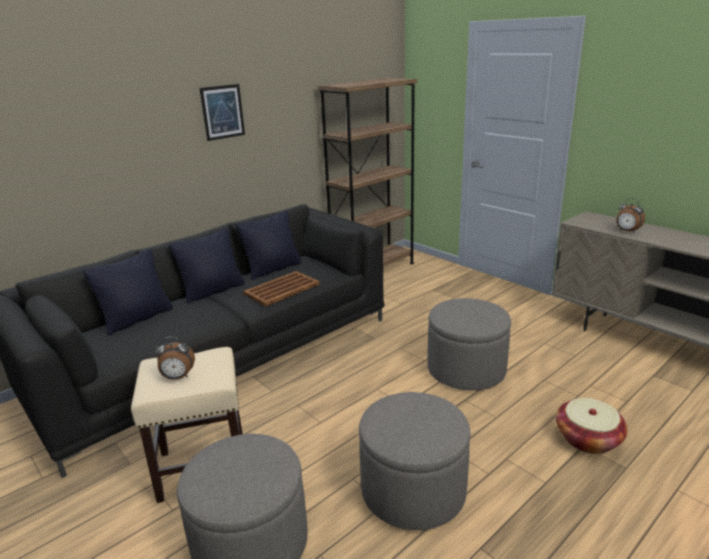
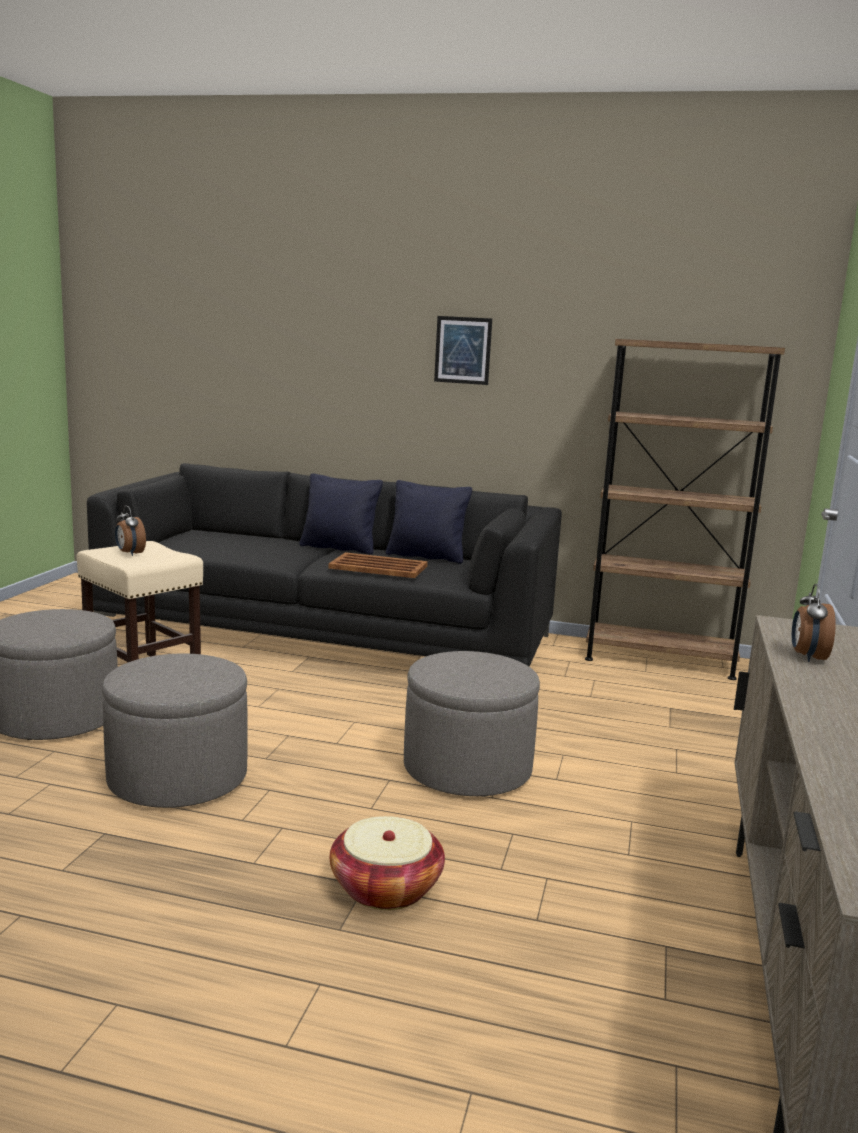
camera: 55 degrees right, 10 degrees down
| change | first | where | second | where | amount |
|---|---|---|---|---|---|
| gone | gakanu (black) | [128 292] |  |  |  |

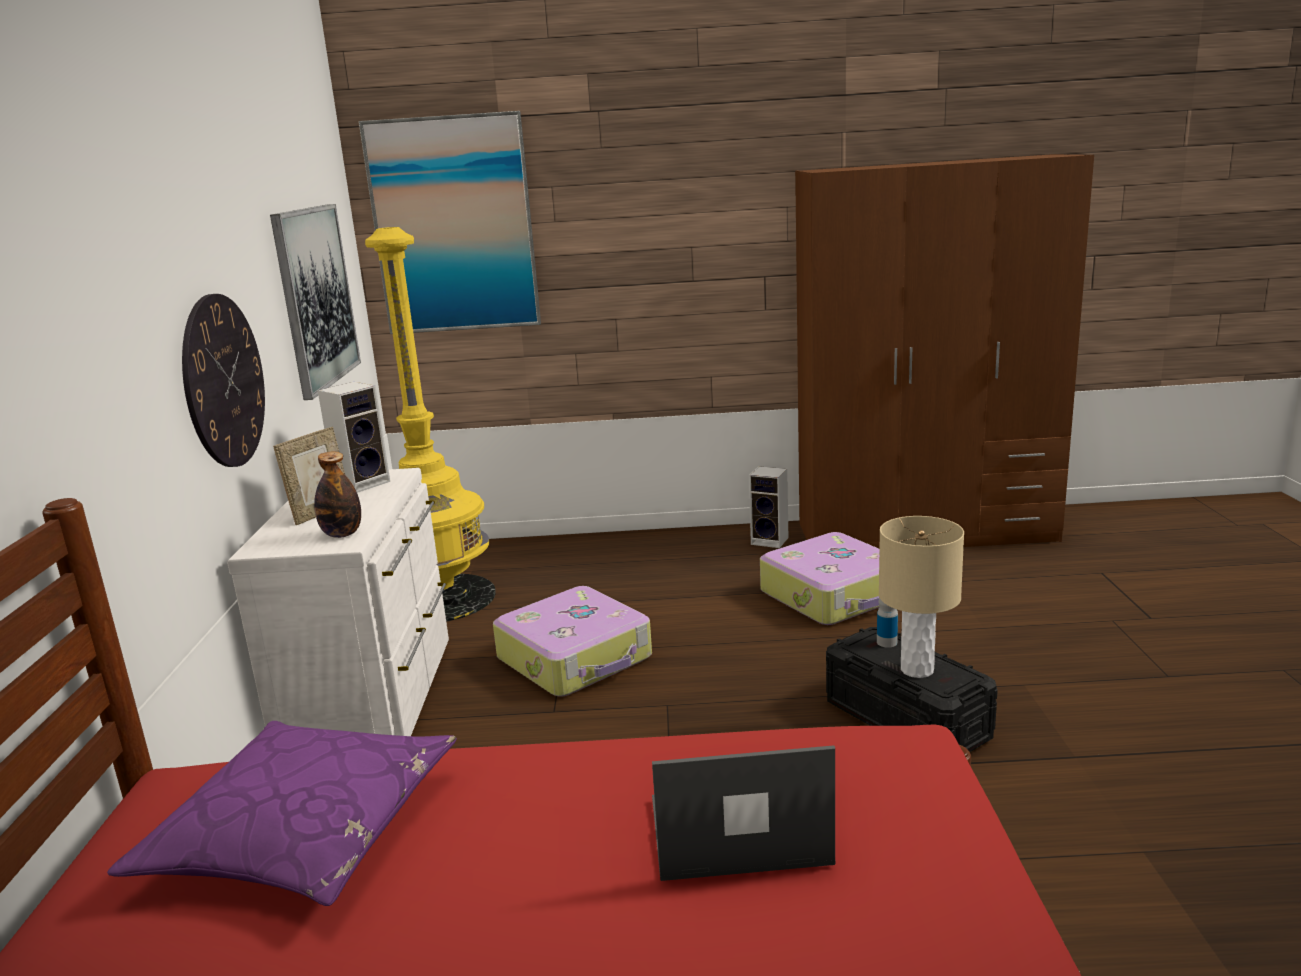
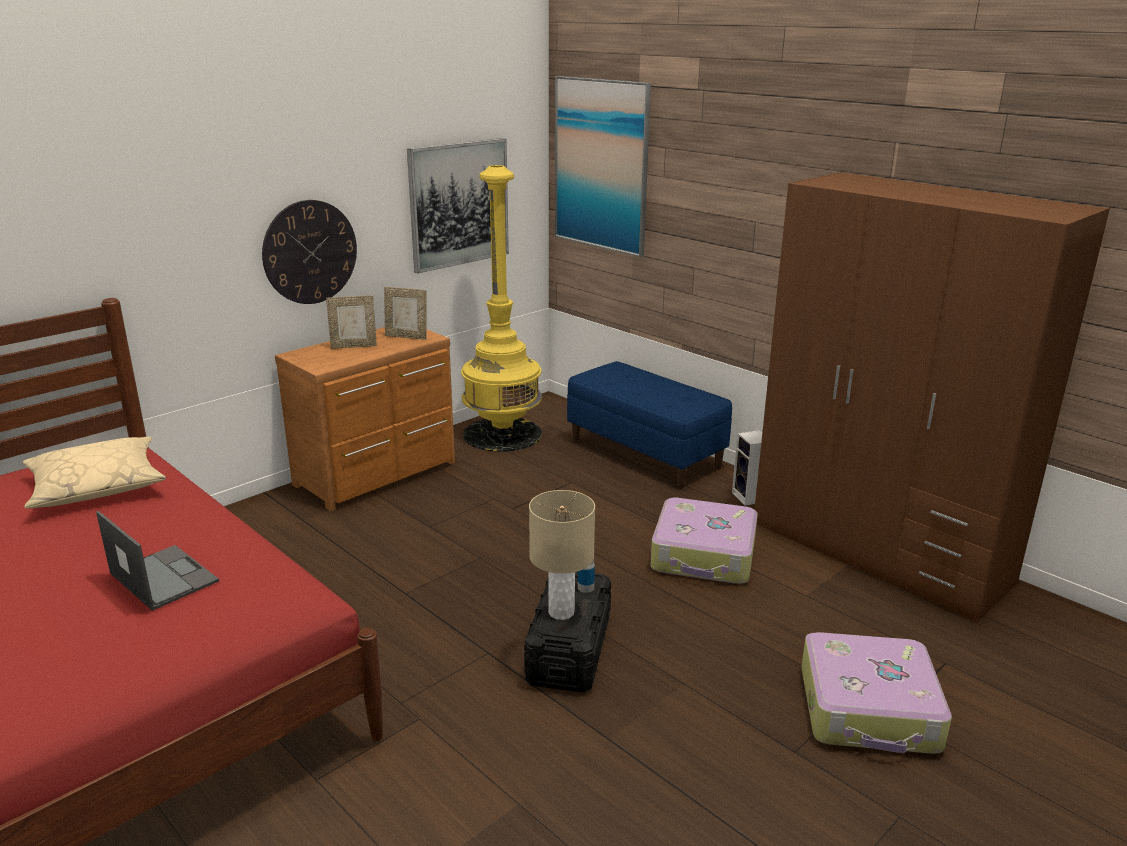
camera: 45 degrees right, 5 degrees up
| change | first | where | second | where | amount |
|---|---|---|---|---|---|
| repainted | gakanu (purple) | [282 813] | gakanu (beige) | [94 473] |  |
| repainted | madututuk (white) | [338 602] | madututuk (brown) | [365 419] |  |
| swapped | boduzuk | [354 437] | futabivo | [405 313] |  |
| new |  |  | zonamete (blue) | [649 425] |  |
| shifted | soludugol | [572 641] |  | [876 693] |  |
| gone | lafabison | [337 495] |  |  |  |

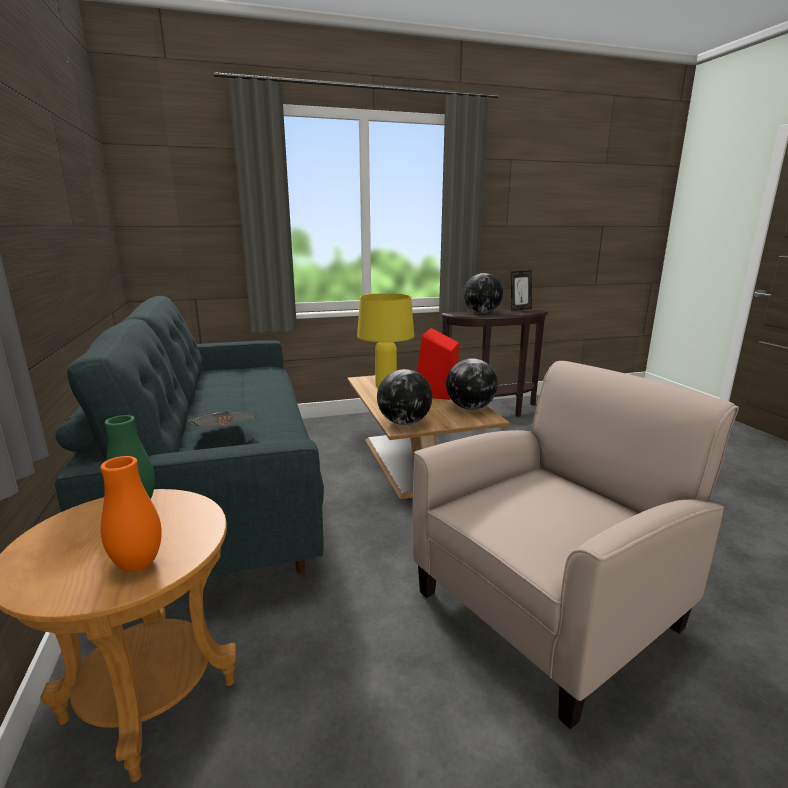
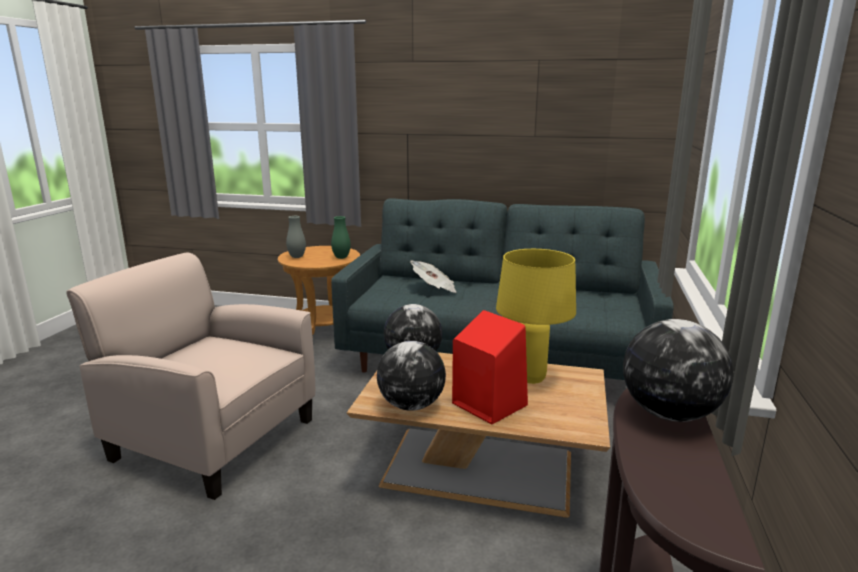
camera: 120 degrees right, 0 degrees up
| change | first | where | second | where | amount |
|---|---|---|---|---|---|
| rotated | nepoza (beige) | [576 545] |  | [190 376] | 120 degrees clockwise |
| repainted | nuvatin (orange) | [131 513] | nuvatin (grey) | [296 237] |  |
| gone | futabivo | [521 290] |  |  |  |

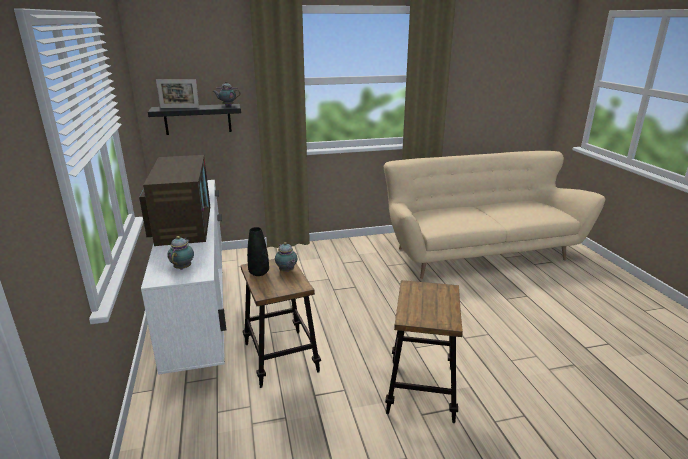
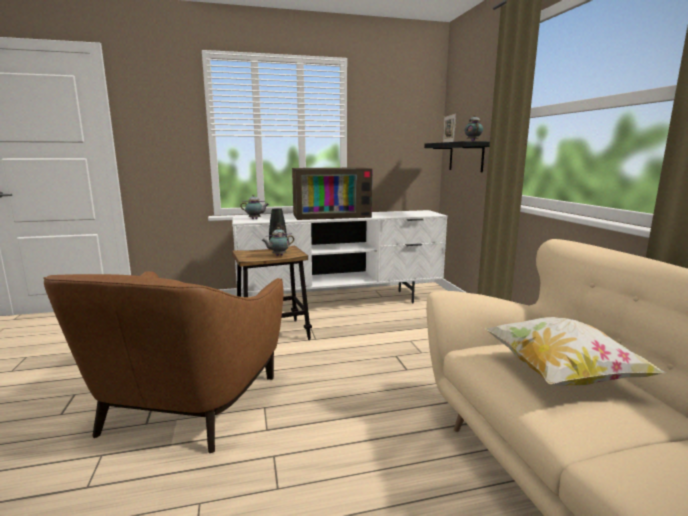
camera: 90 degrees right, 10 degrees down
| change | first | where | second | where | amount |
|---|---|---|---|---|---|
| swapped | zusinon | [424 351] | nepoza (brown) | [163 362] |  |
| new |  |  | gakanu | [575 351] |  |

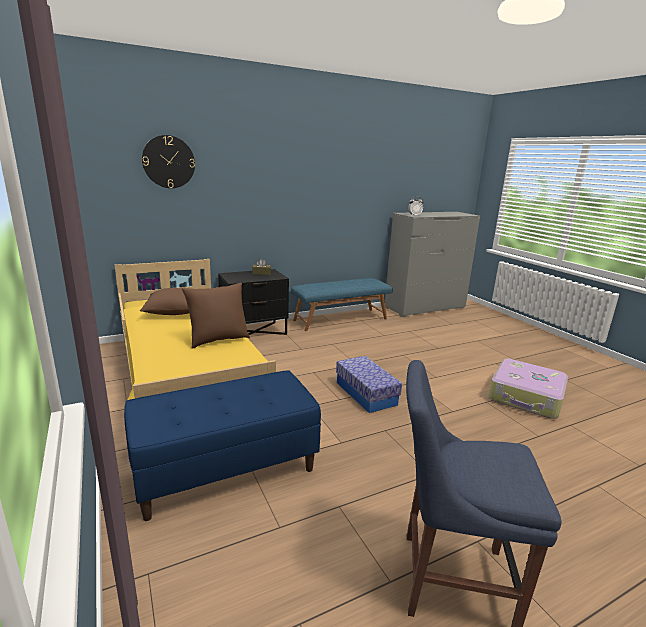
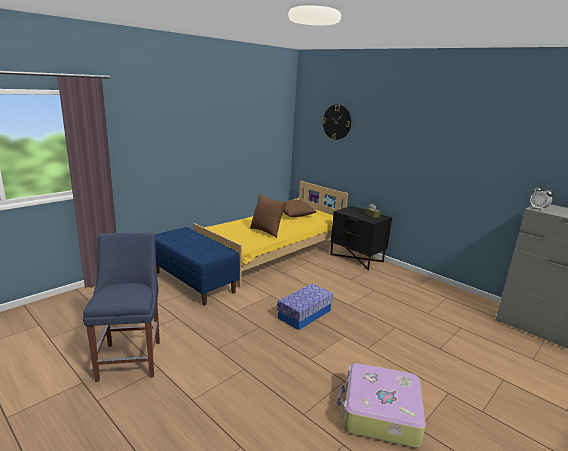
camera: 70 degrees right, 0 degrees up
| change | first | where | second | where | amount |
|---|---|---|---|---|---|
| gone | zonamete (blue) | [342 304] |  |  |  |

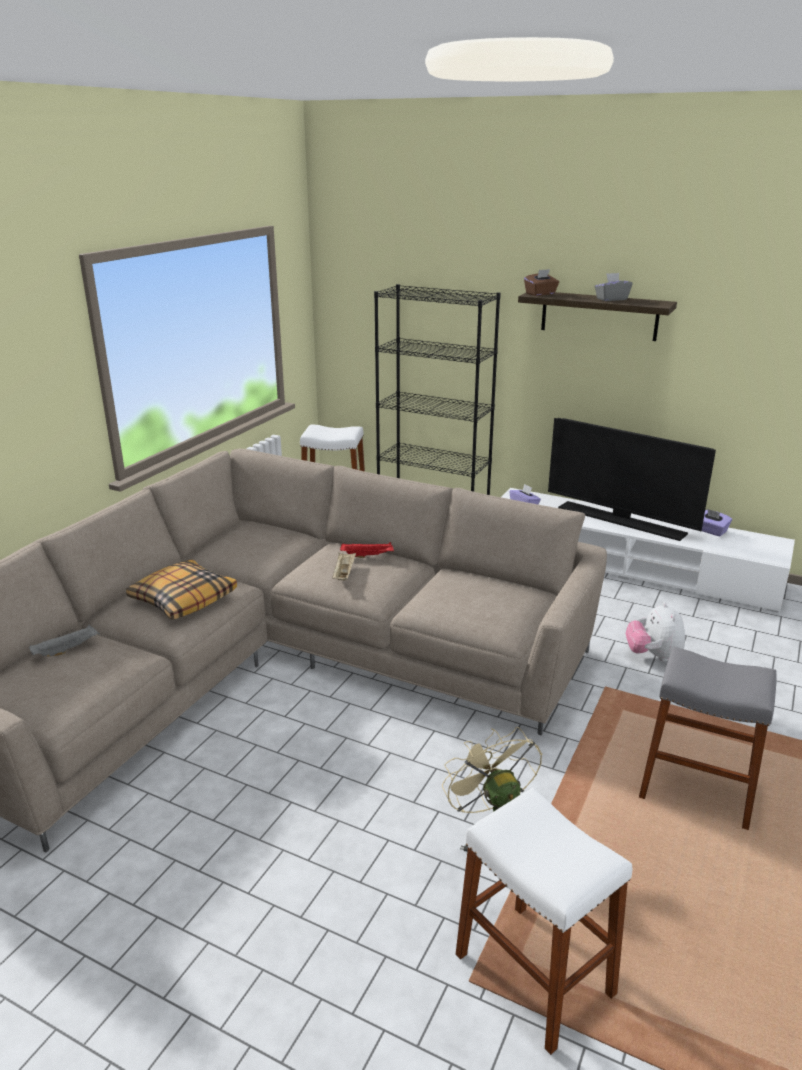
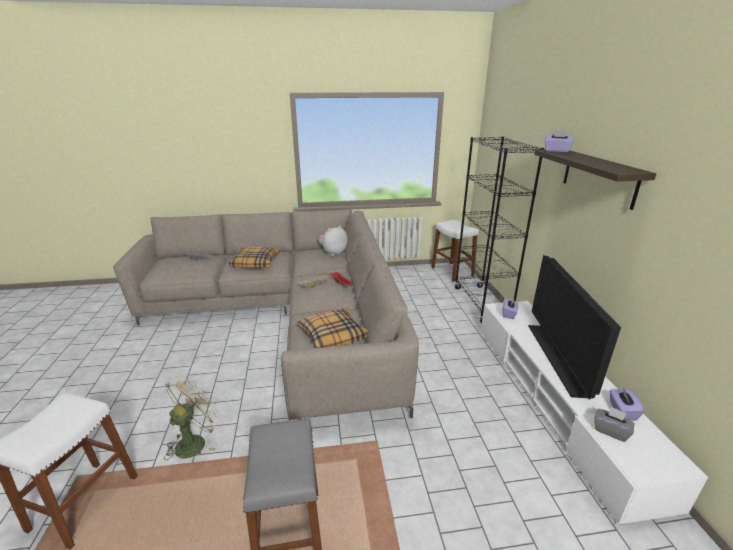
camera: 55 degrees right, 0 degrees up
| change | first | where | second | where | amount |
|---|---|---|---|---|---|
| new |  |  | gakanu | [333 328] |  |
| shifted | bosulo | [655 632] |  | [333 241] |  |
| repainted | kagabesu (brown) | [541 282] | kagabesu (purple) | [559 141] |  |
| shifted | kagabesu (grey) | [613 287] |  | [614 424] |  |

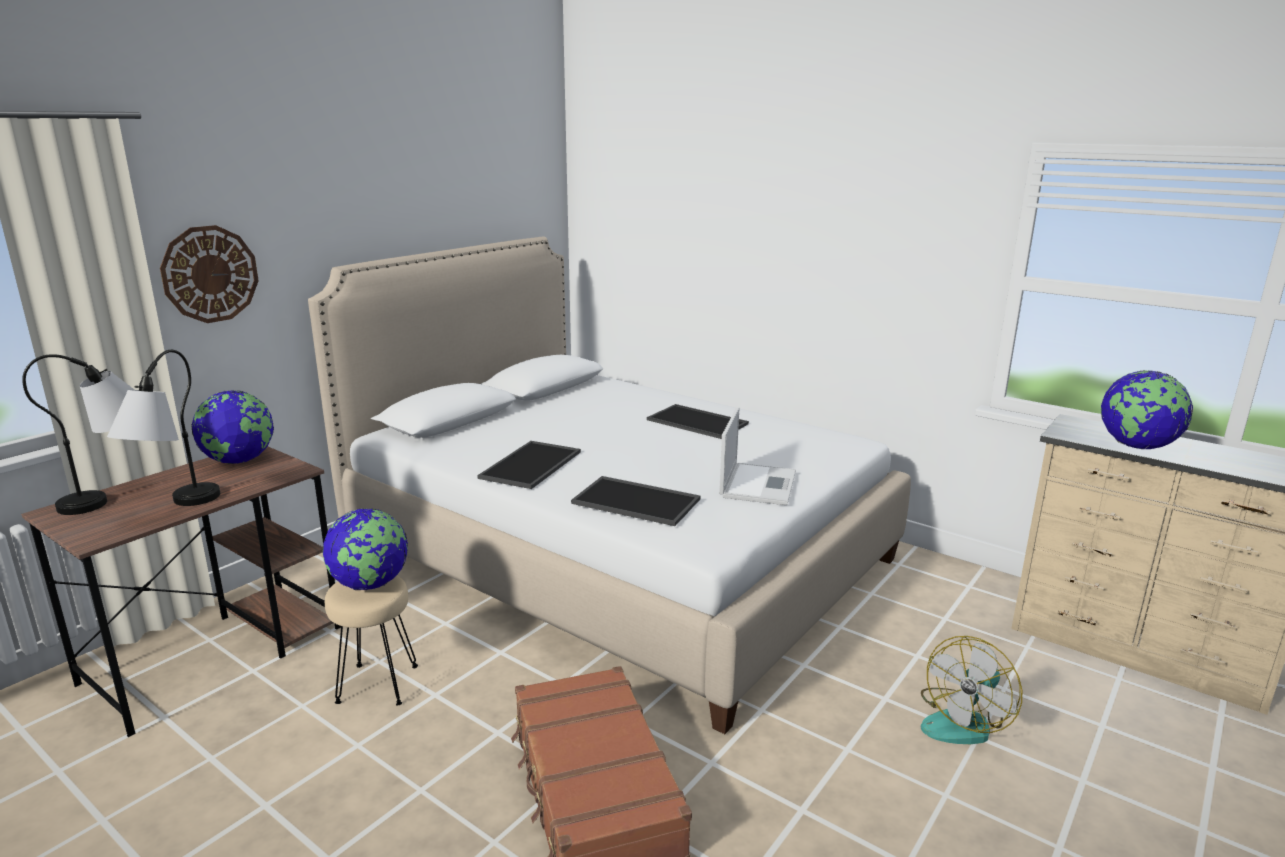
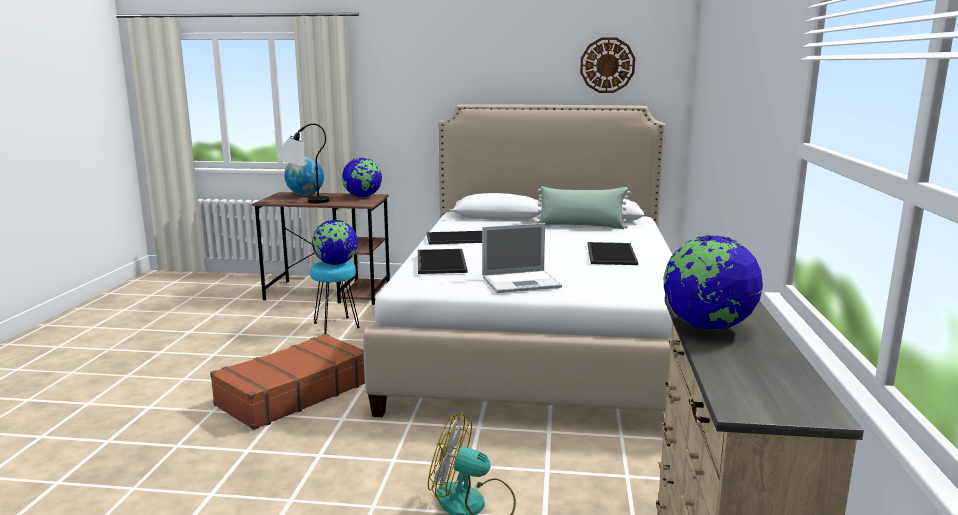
camera: 60 degrees right, 5 degrees down
| change | first | where | second | where | amount |
|---|---|---|---|---|---|
| swapped | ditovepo | [78 434] | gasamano | [304 176] |  |
| repainted | zusinon (beige) | [371 640] | zusinon (turquoise) | [335 297] |  |
| new |  |  | gakanu (green) | [583 207] |  |
| shifted | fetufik | [209 274] |  | [607 65] |  |

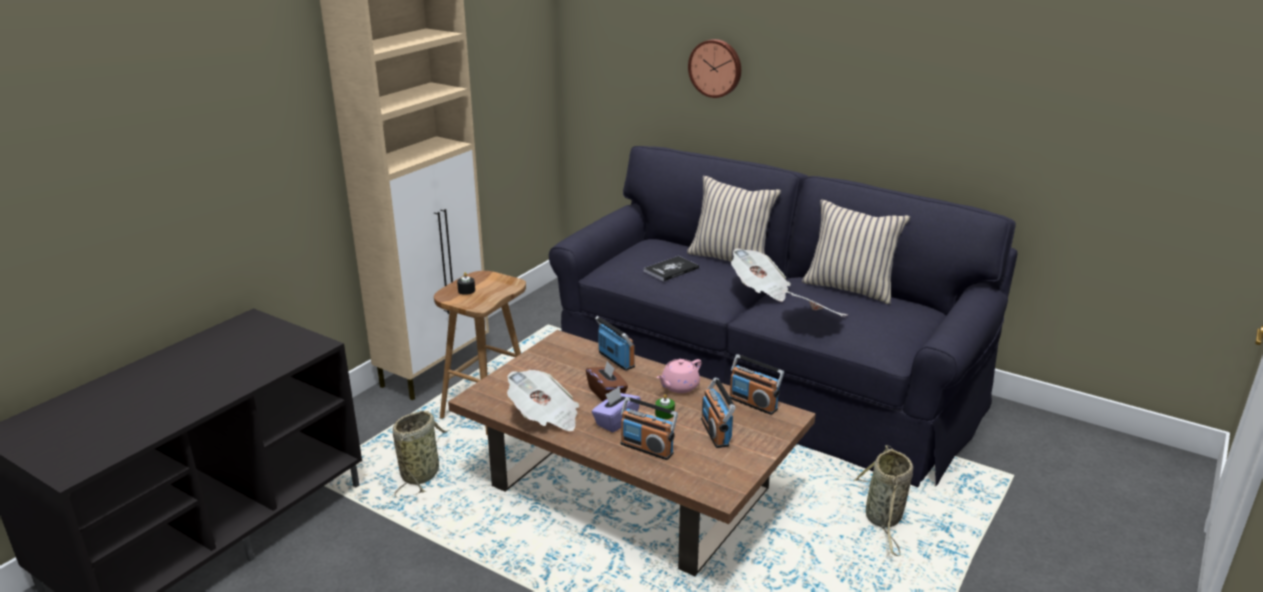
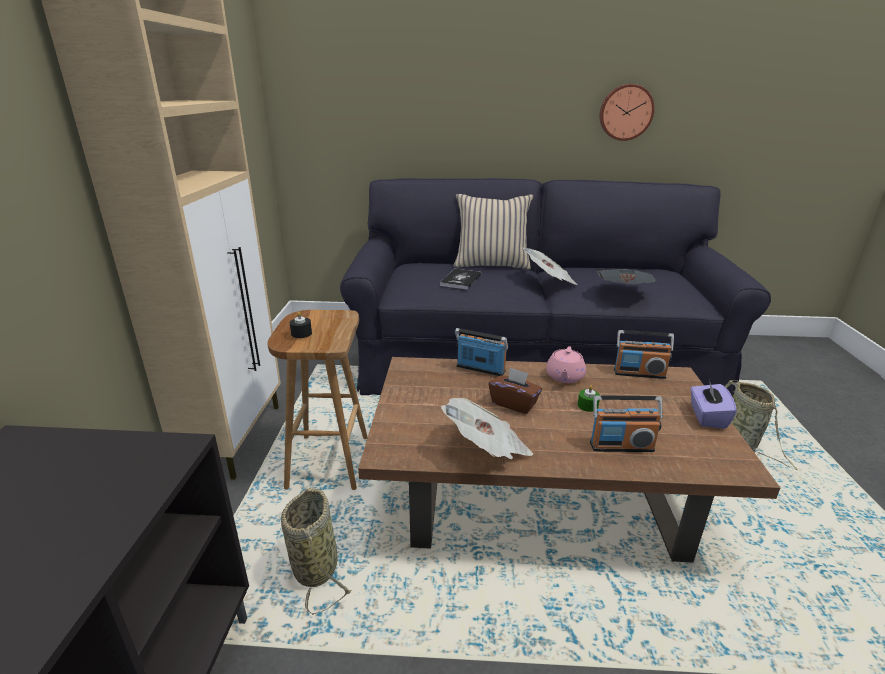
camera: 30 degrees left, 0 degrees up
| change | first | where | second | where | amount |
|---|---|---|---|---|---|
| shifted | fetufik | [714 68] |  | [627 112] |  |
| shifted | kagabesu (purple) | [616 410] |  | [713 405] |  |
| gone | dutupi | [718 412] |  |  |  |
| gone | gakanu (beige) | [856 252] |  |  |  |

